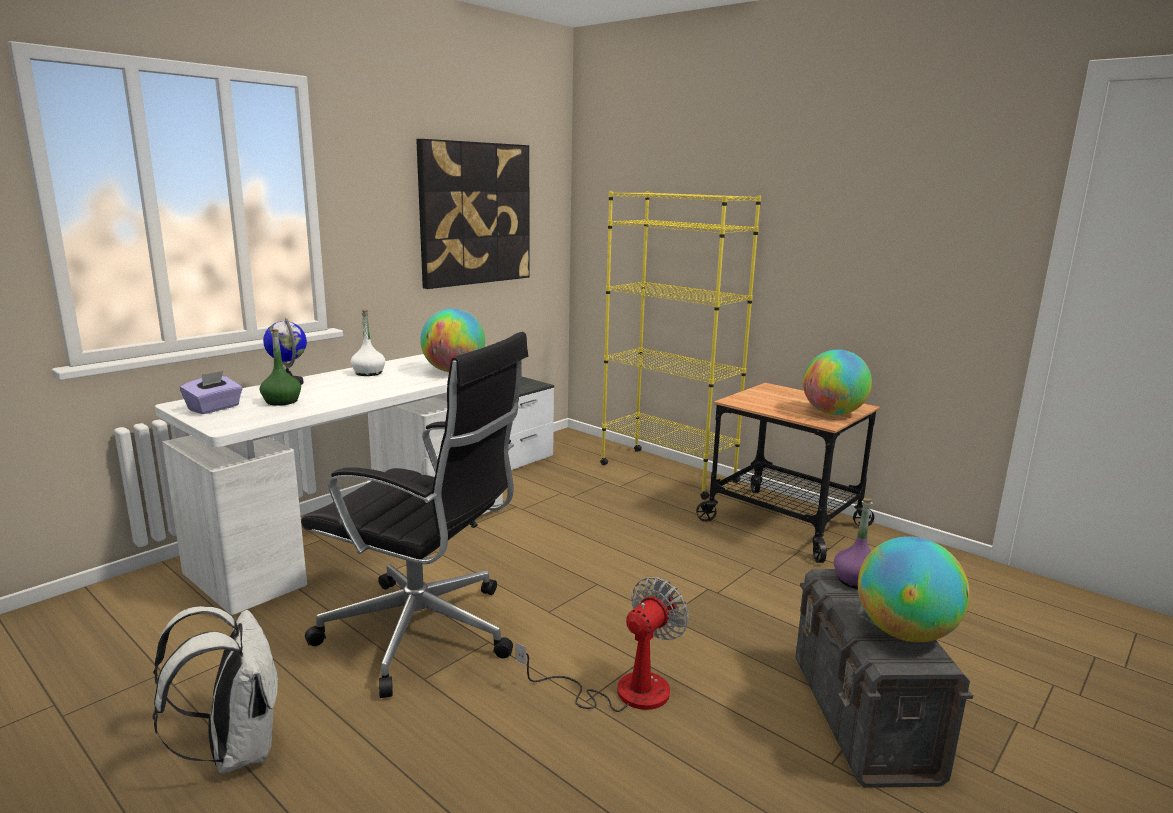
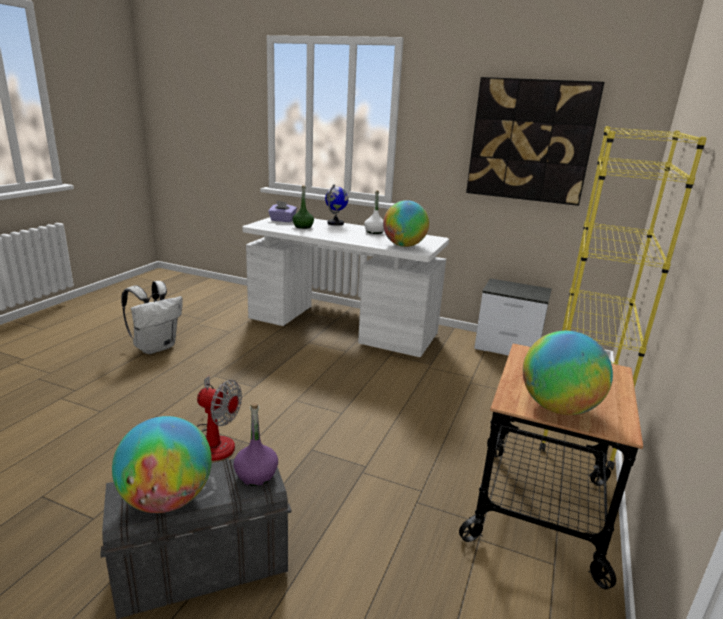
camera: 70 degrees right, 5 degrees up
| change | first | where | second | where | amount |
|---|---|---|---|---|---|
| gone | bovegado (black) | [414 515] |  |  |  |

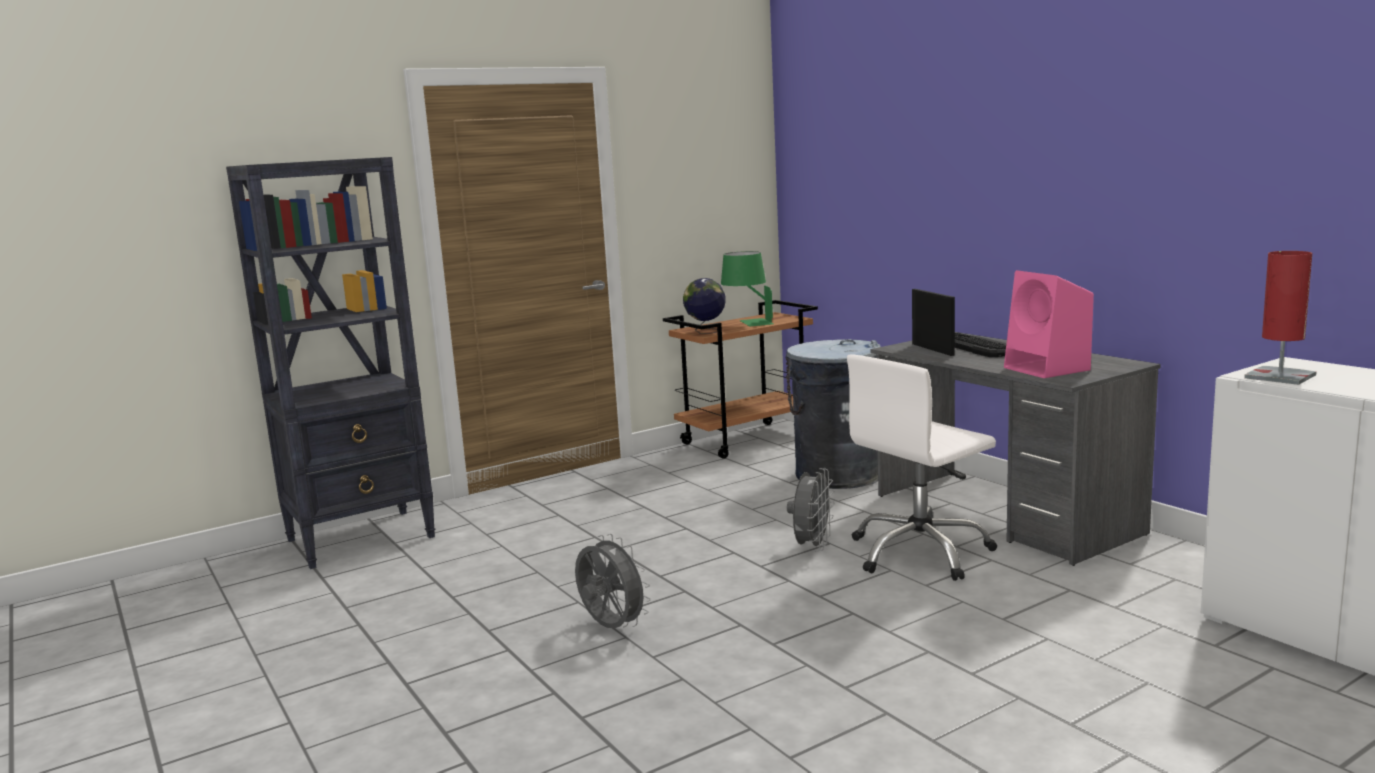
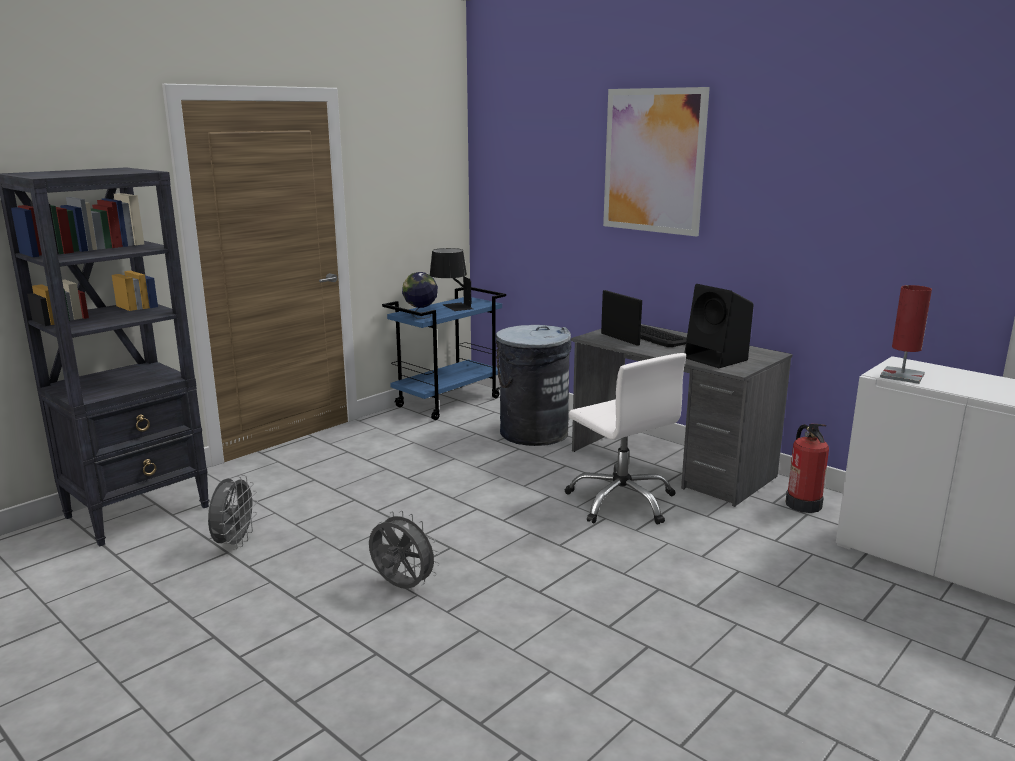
camera: 15 degrees left, 5 degrees up
| change | first | where | second | where | amount |
|---|---|---|---|---|---|
| shifted | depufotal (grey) | [810 510] |  | [233 512] |  |
| repainted | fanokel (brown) | [740 379] | fanokel (blue) | [444 353] |  |
| repainted | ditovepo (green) | [747 288] | ditovepo (black) | [451 279] |  |
| rotated | bovegado (white) | [922 468] |  | [625 439] | 75 degrees counterclockwise |
| new |  |  | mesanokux | [656 161] |  |
| repainted | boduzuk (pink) | [1049 324] | boduzuk (black) | [719 326] |  |
| new |  |  | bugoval | [807 468] |  |

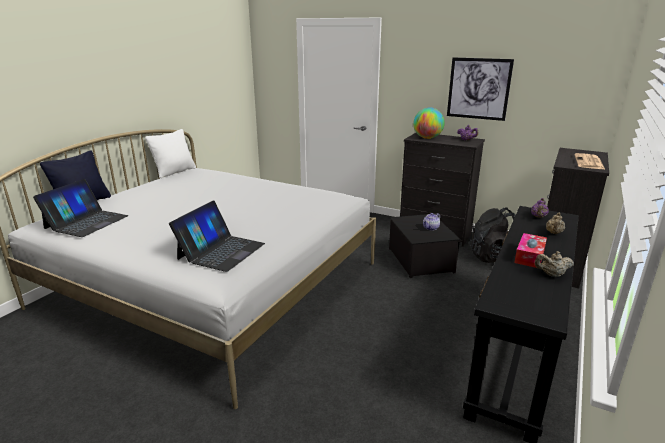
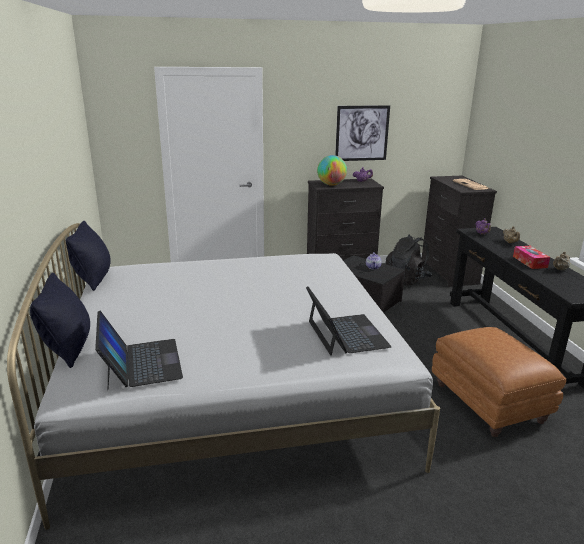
camera: 40 degrees left, 0 degrees up
| change | first | where | second | where | amount |
|---|---|---|---|---|---|
| repainted | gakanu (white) | [170 153] | gakanu (black) | [88 256] |  |
| new |  |  | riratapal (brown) | [499 382] |  |

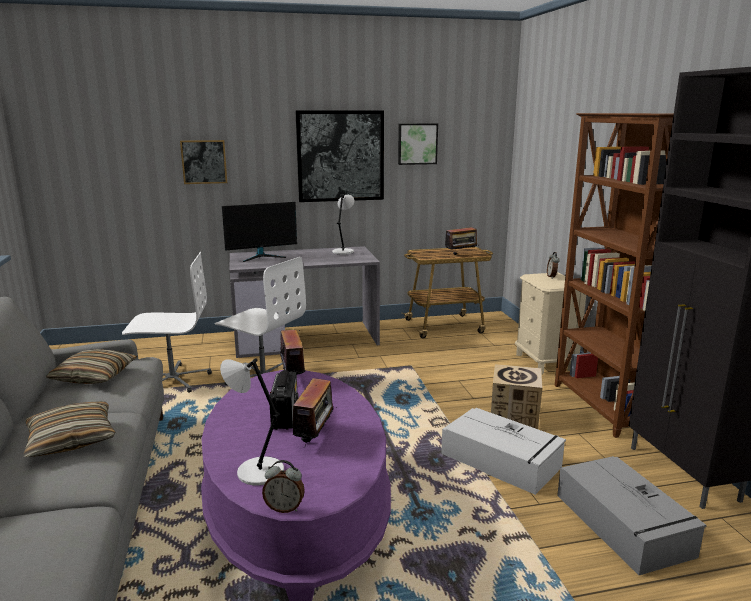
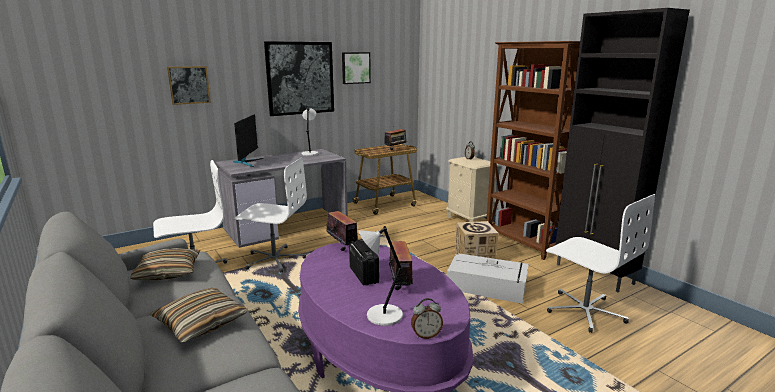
camera: 20 degrees left, 0 degrees up
| change | first | where | second | where | amount |
|---|---|---|---|---|---|
| rotated | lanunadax | [259 232] |  | [248 140] | 45 degrees counterclockwise |
| swapped | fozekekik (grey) | [632 515] | bovegado (white) | [600 263] |  |

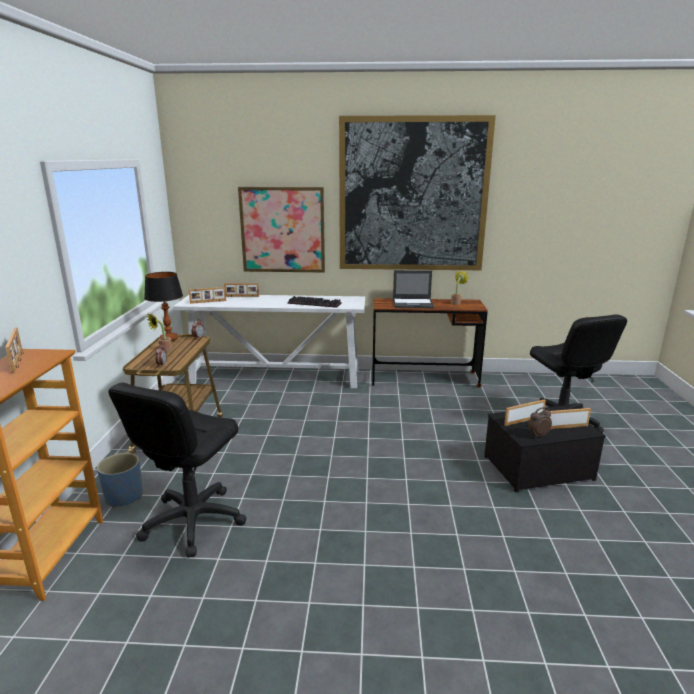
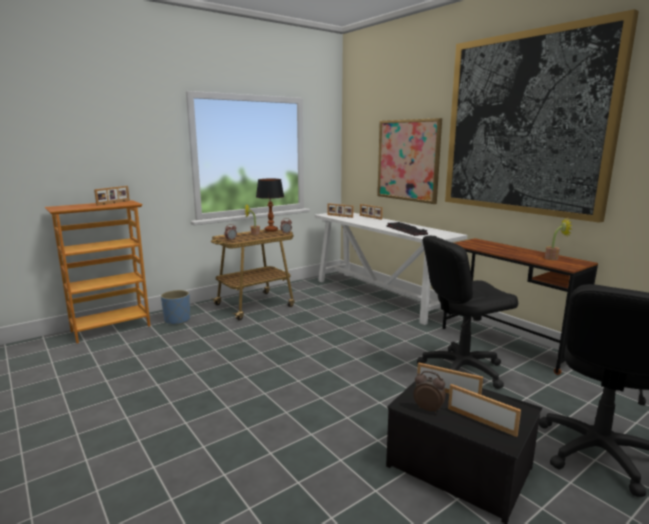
camera: 50 degrees right, 5 degrees down
| change | first | where | second | where | amount |
|---|---|---|---|---|---|
| shifted | bovegado (black) | [177 470] |  | [467 312] |  |
| gone | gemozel | [413 289] |  |  |  |

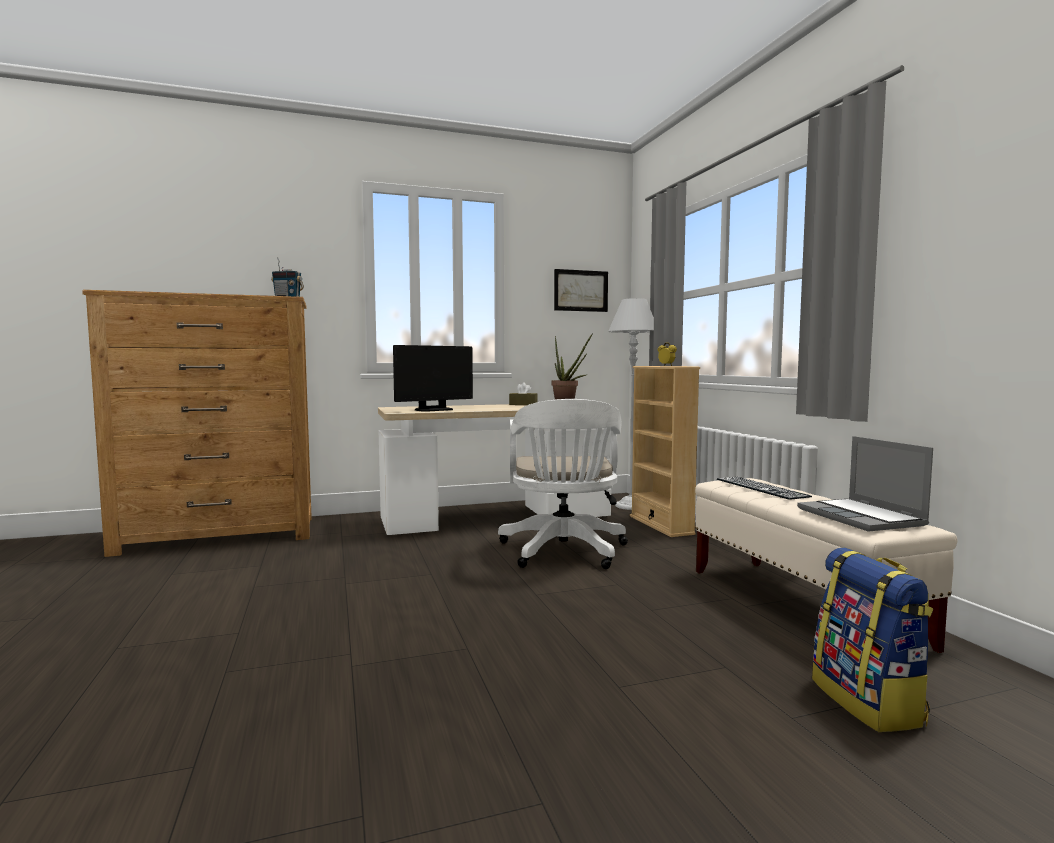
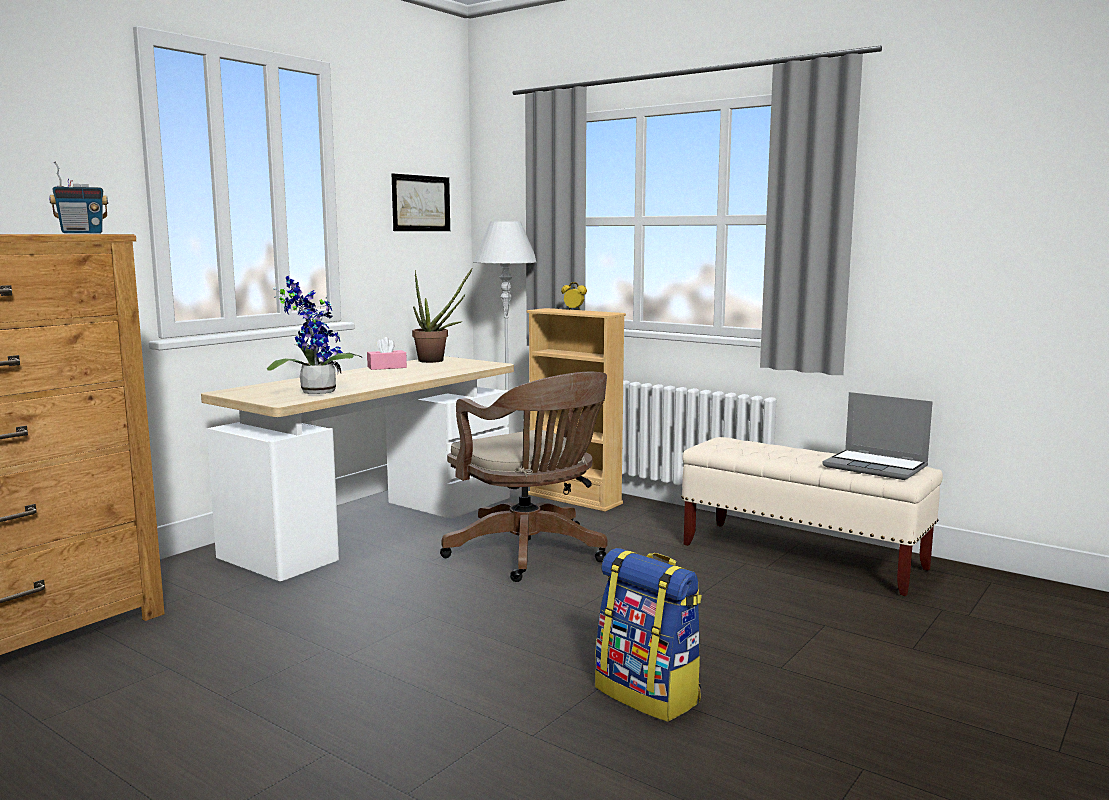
camera: 35 degrees left, 5 degrees up
| change | first | where | second | where | amount |
|---|---|---|---|---|---|
| swapped | lanunadax | [433 378] | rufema | [315 334] |  |
| repainted | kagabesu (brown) | [523 393] | kagabesu (pink) | [387 353] |  |
| repainted | bovegado (white) | [563 484] | bovegado (brown) | [524 477] |  |
| shifted | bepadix | [872 640] |  | [648 635] |  |
| gone | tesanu | [764 488] |  |  |  |

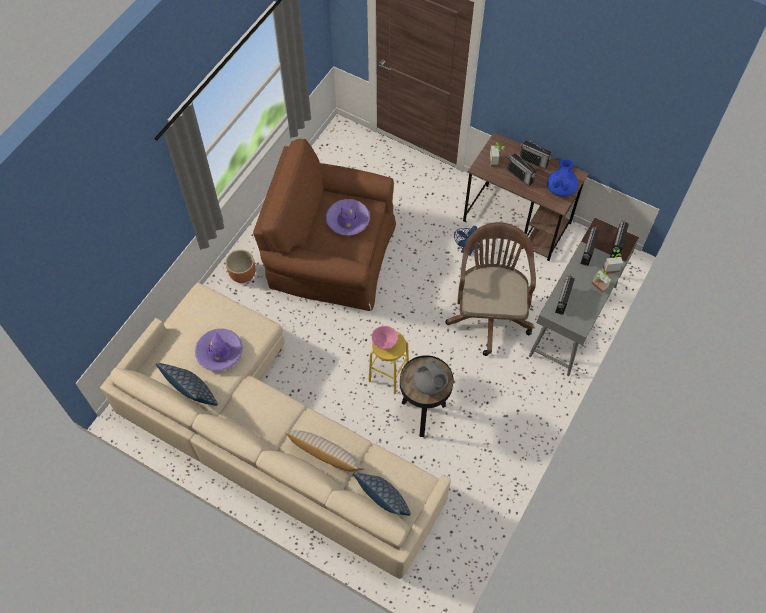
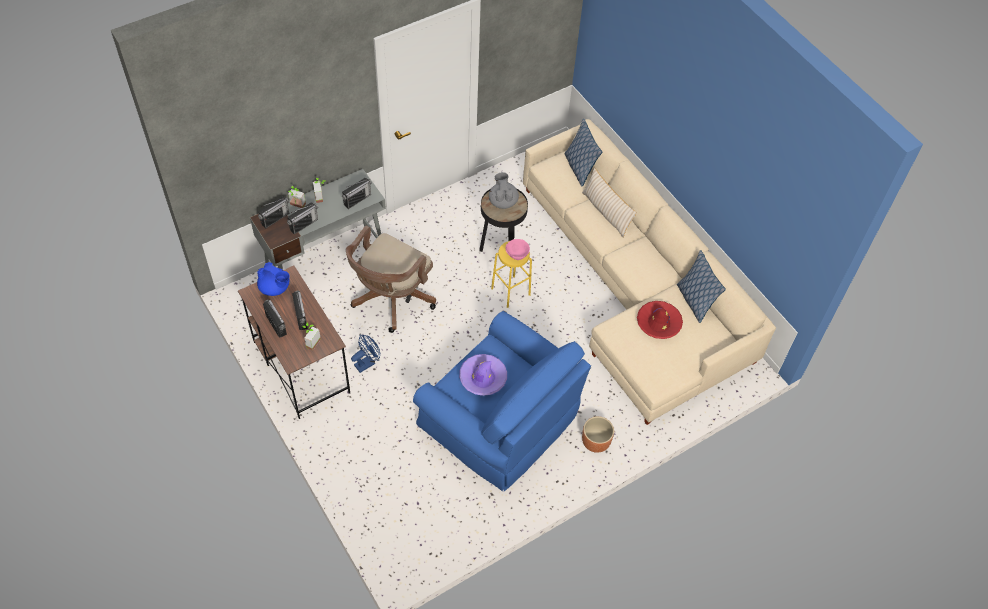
camera: 155 degrees left, 5 degrees down
| change | first | where | second | where | amount |
|---|---|---|---|---|---|
| rotated | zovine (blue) | [562 178] |  | [273 279] | 105 degrees counterclockwise |
| repainted | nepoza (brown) | [324 225] | nepoza (blue) | [502 401] |  |
| repainted | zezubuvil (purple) | [219 350] | zezubuvil (red) | [660 320] |  |

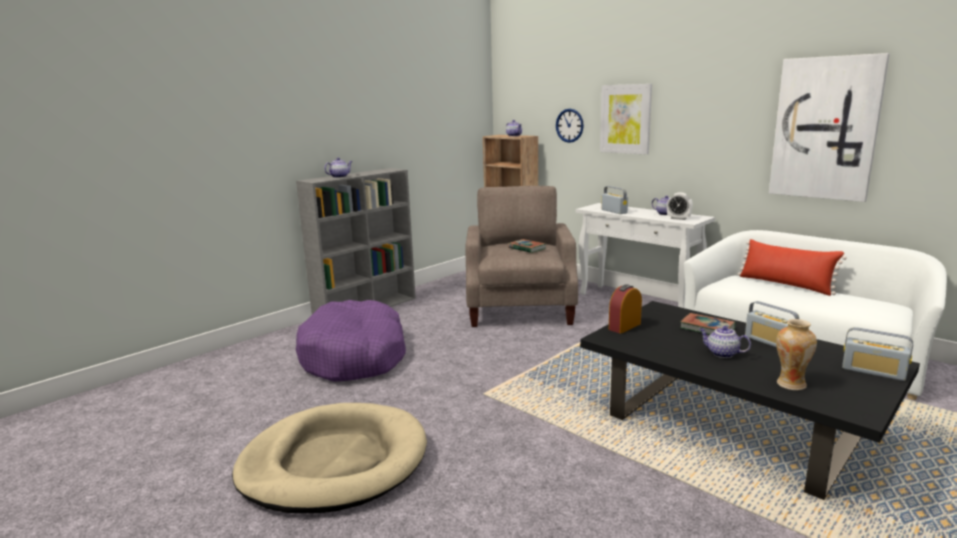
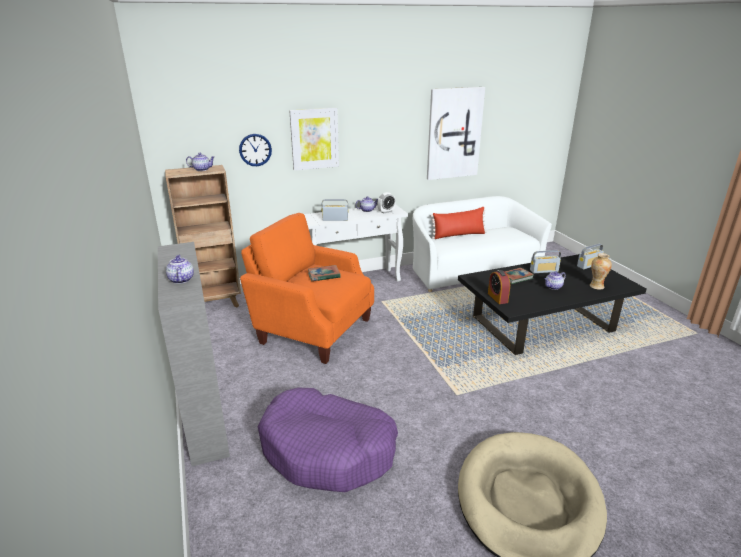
camera: 65 degrees left, 10 degrees up
| change | first | where | second | where | amount |
|---|---|---|---|---|---|
| repainted | nepoza (beige) | [521 256] | nepoza (orange) | [307 288] |  |

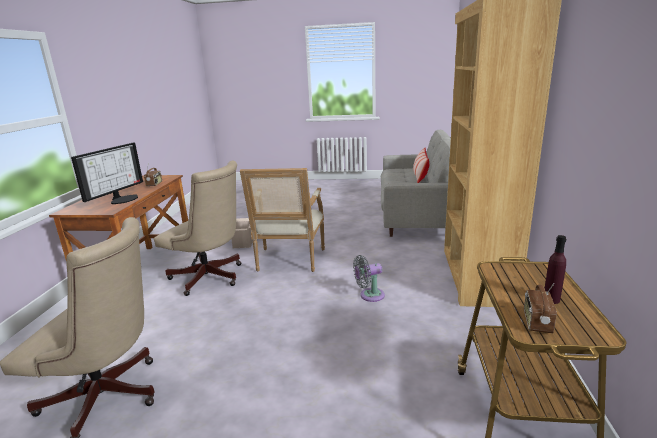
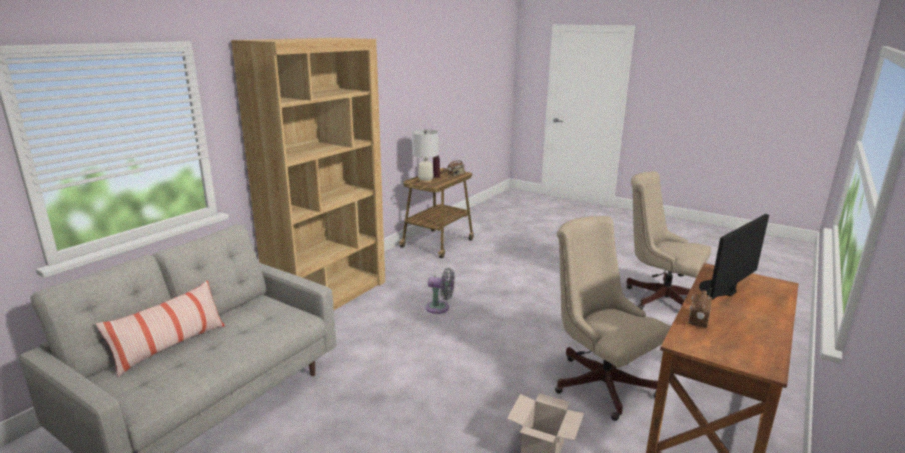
camera: 155 degrees left, 0 degrees up
| change | first | where | second | where | amount |
|---|---|---|---|---|---|
| new |  |  | ditovepo (white) | [425 156] |  |
| gone | nepoza | [282 220] |  |  |  |

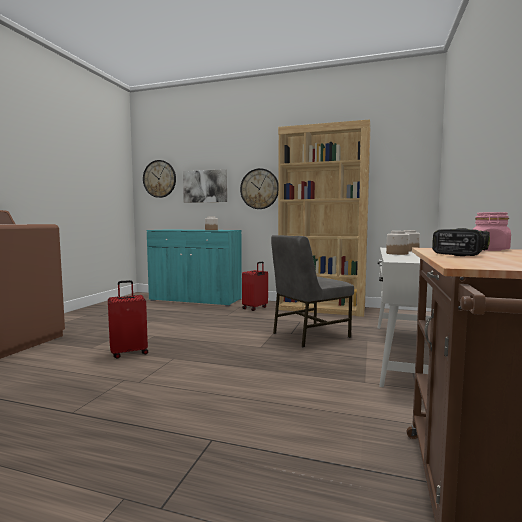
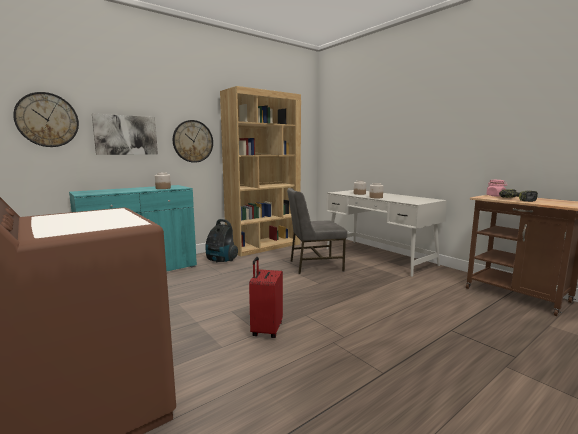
camera: 55 degrees left, 5 degrees up
| change | first | where | second | where | amount |
|---|---|---|---|---|---|
| swapped | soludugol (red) | [255 286] | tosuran | [221 241] |  |
| rotated | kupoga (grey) | [312 291] |  | [317 231] | 75 degrees clockwise |

